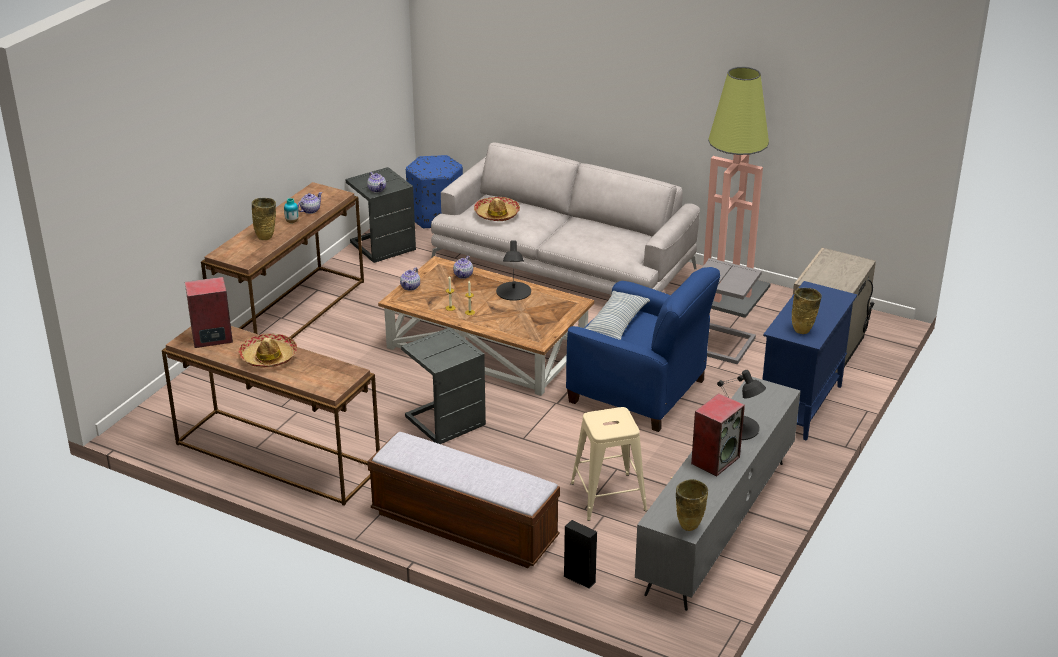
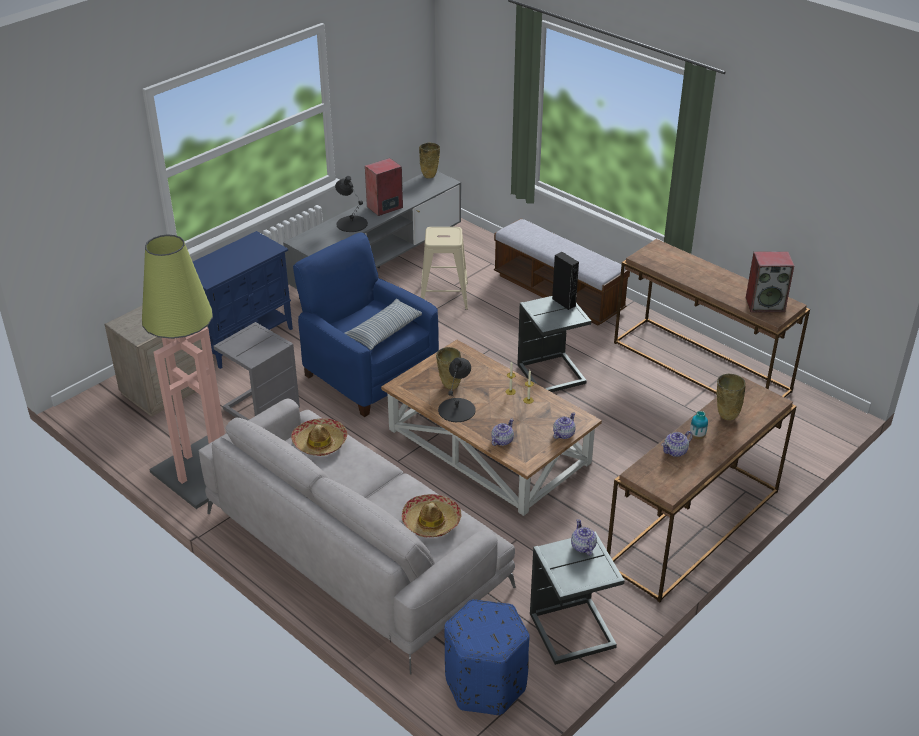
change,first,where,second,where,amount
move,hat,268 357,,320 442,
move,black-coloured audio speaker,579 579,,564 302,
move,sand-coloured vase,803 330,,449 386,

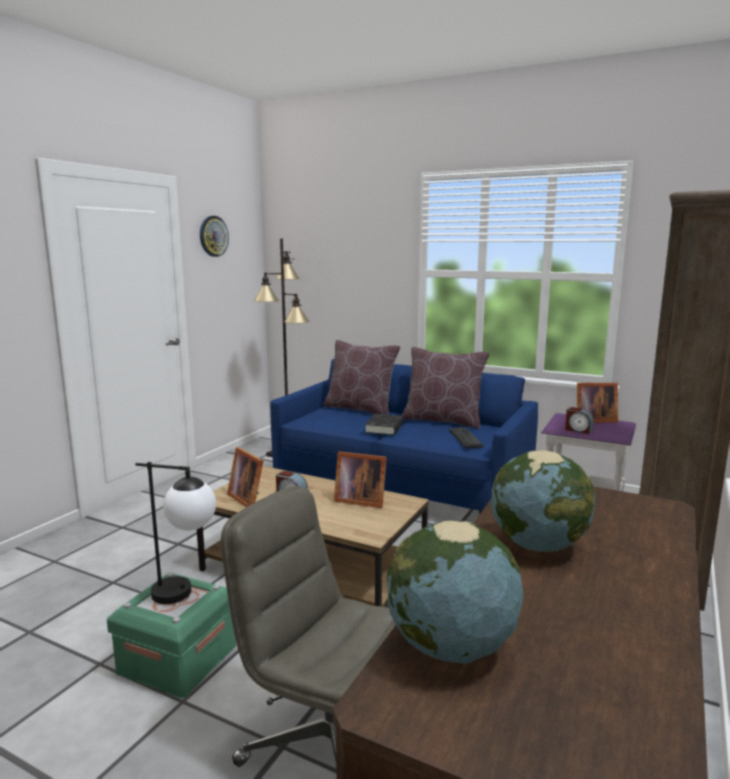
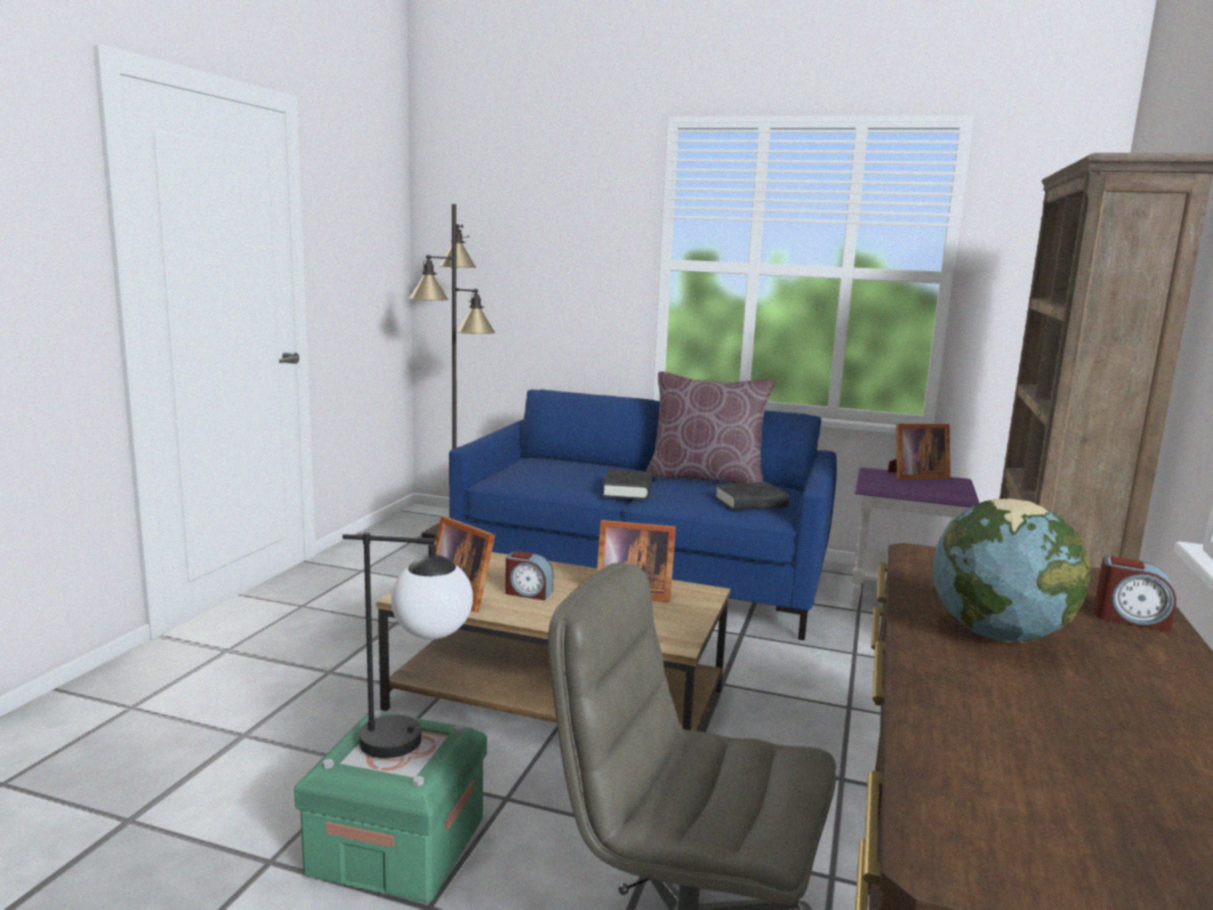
change,first,where,second,where,amount
delete,wall clock,213 236,,,
delete,brown pillow,360 409,,,
delete,world globe,450 648,,,
move,table clock,578 430,,1130 619,
replace,computer keyboard,465 438,black-coloured book,750 503,

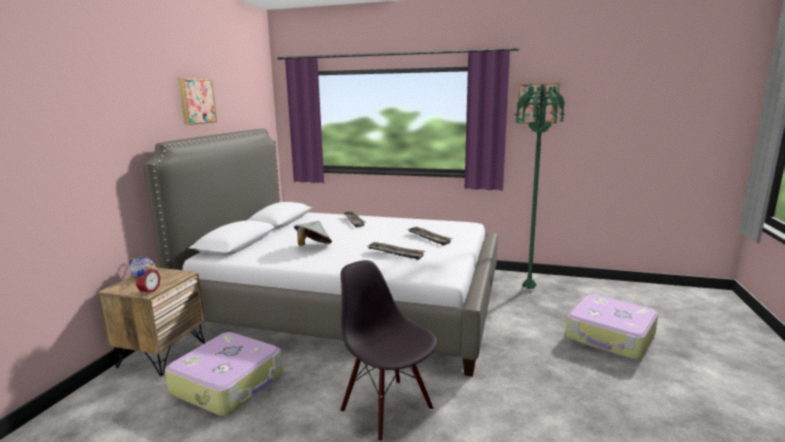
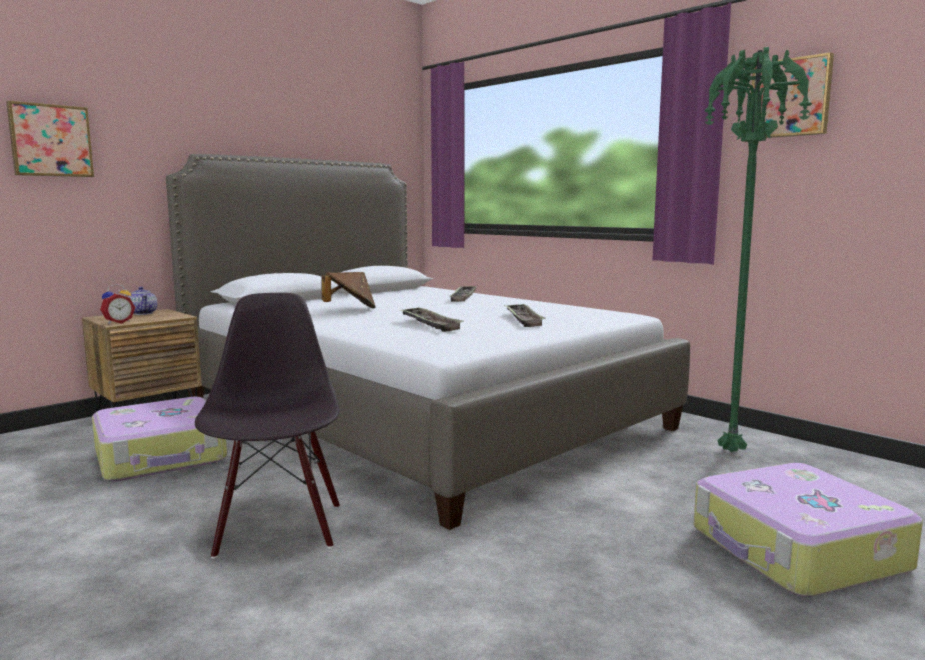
change,first,where,second,where,amount
move,wall art,196 101,,50 140,
recolor,gray hat,313 247,brown hat,350 309,

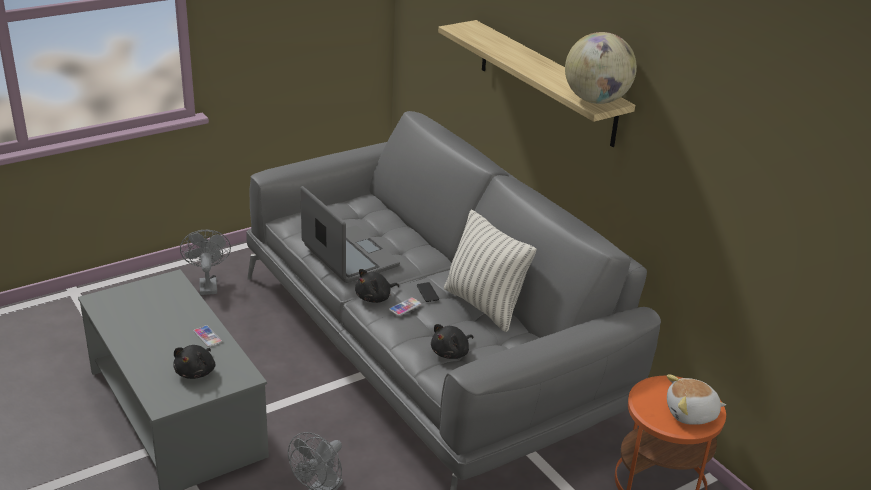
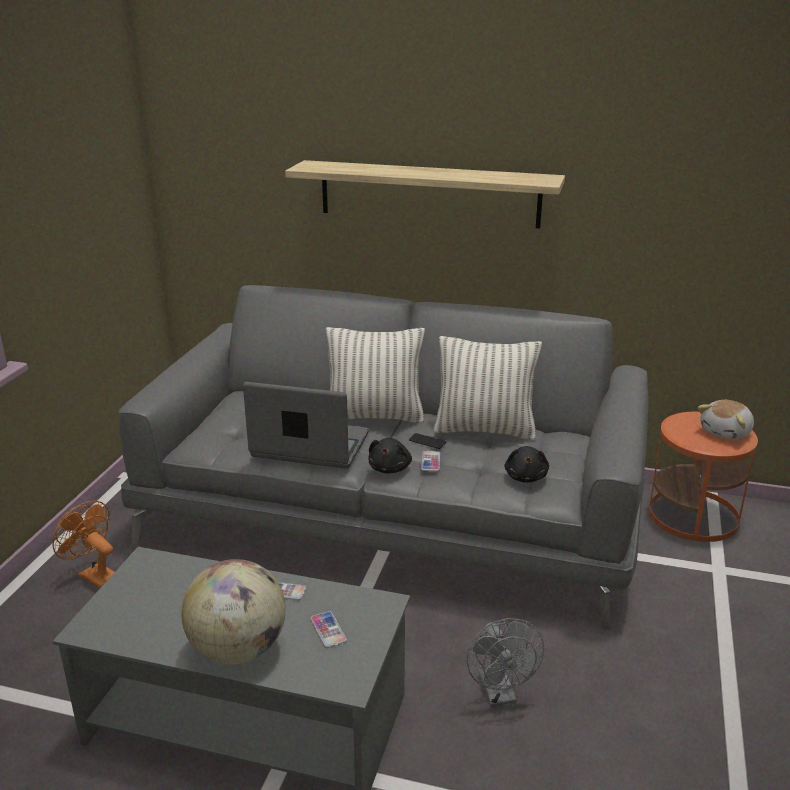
change,first,where,second,where,amount
insert,,,pillow,375 416,
move,world globe,596 100,,238 650,
replace,black-coloured cuddly toy,196 372,telephone,328 630,
recolor,gray fan,207 284,orange-coloured fan,94 575,

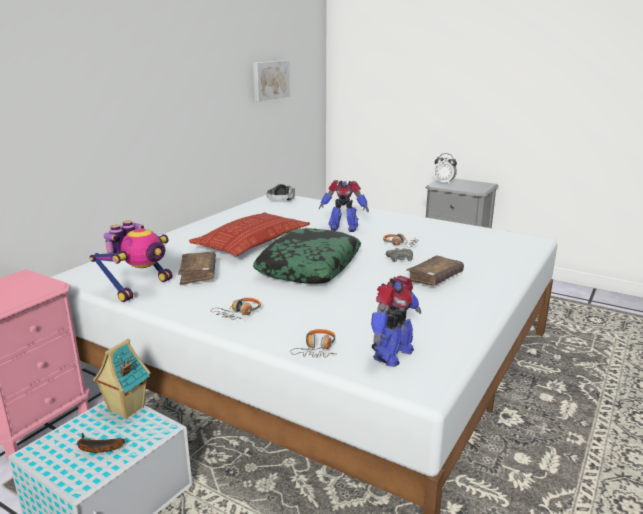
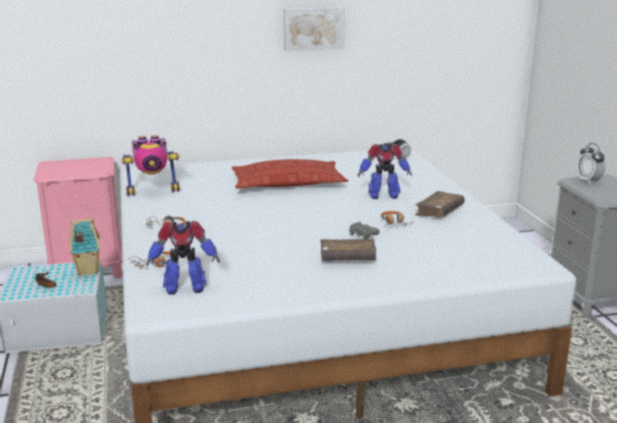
change,first,where,second,where,amount
delete,pillow,309 266,,,
move,brown book,198 274,,439 211,
move,wall art,270 80,,313 28,
rotate,toy robot,343 228,,383 195,60 degrees counterclockwise

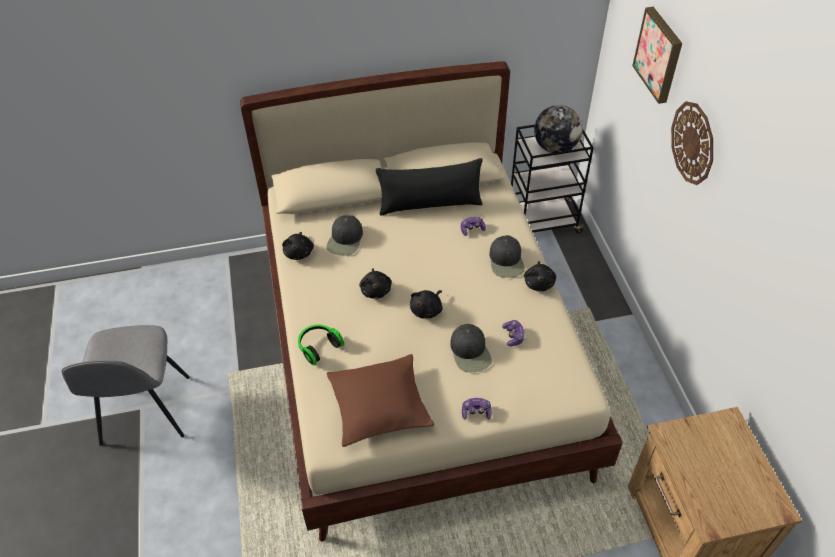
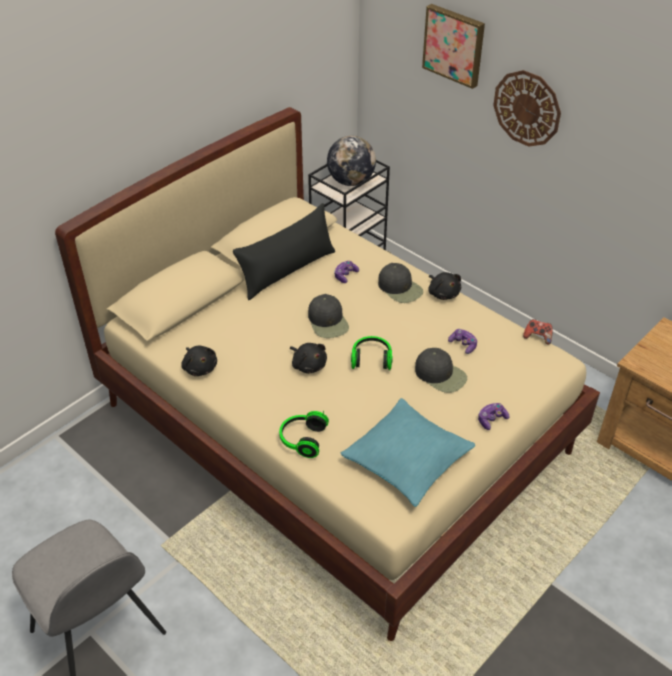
change,first,where,second,where,amount
insert,,,joypad,537 337,
move,black-coloured cap,345 240,,328 321,
replace,black-coloured cuddly toy,427 310,pair of headphones,371 359,
recolor,brown pillow,379 406,turquoise pillow,407 459,

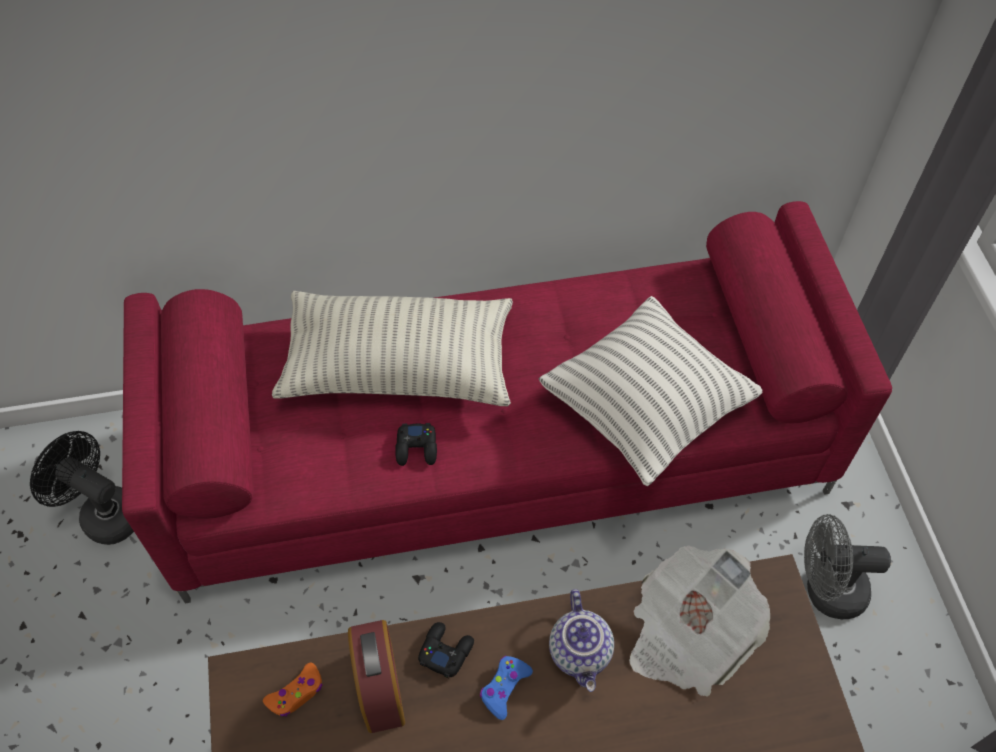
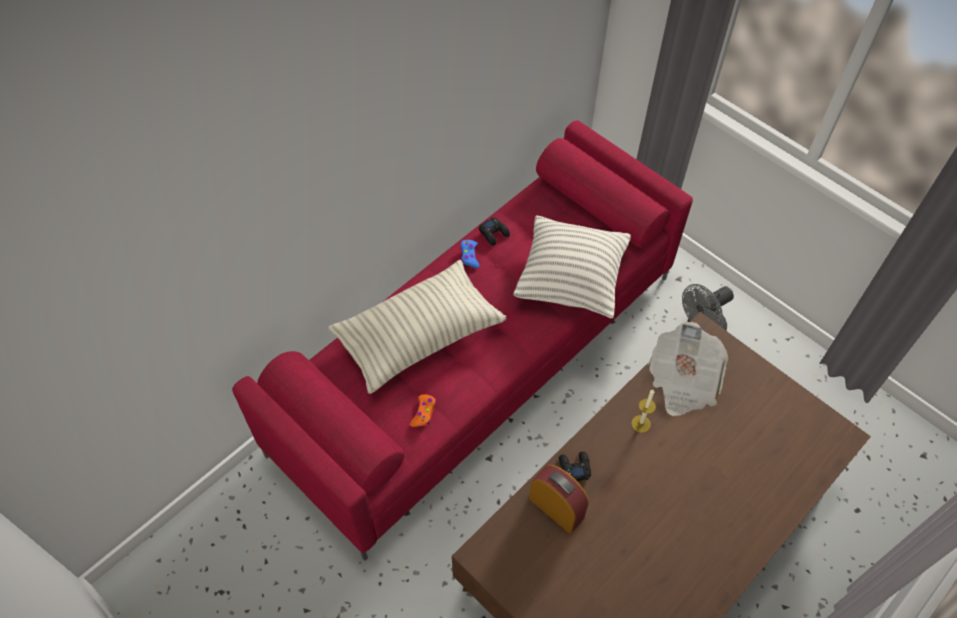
change,first,where,second,where,amount
delete,black-coloured fan,104 513,,,
move,orange-coloured joypad,296 693,,424 413,
move,black-coloured joypad,417 448,,494 233,
move,blue-coloured joypad,504 688,,469 256,
replace,tea pot,581 653,candle,641 424,

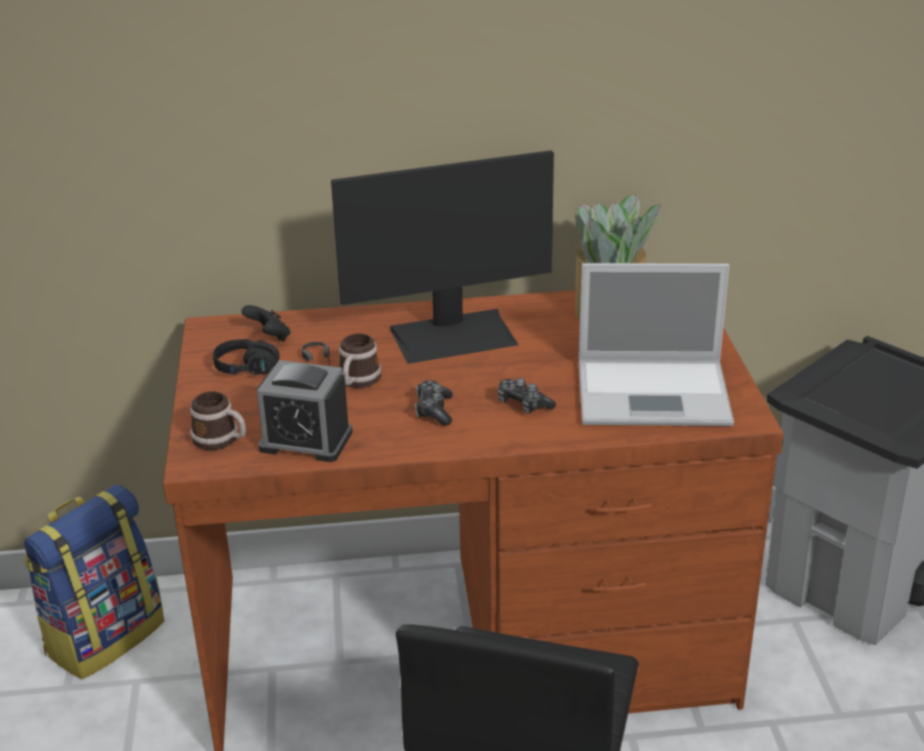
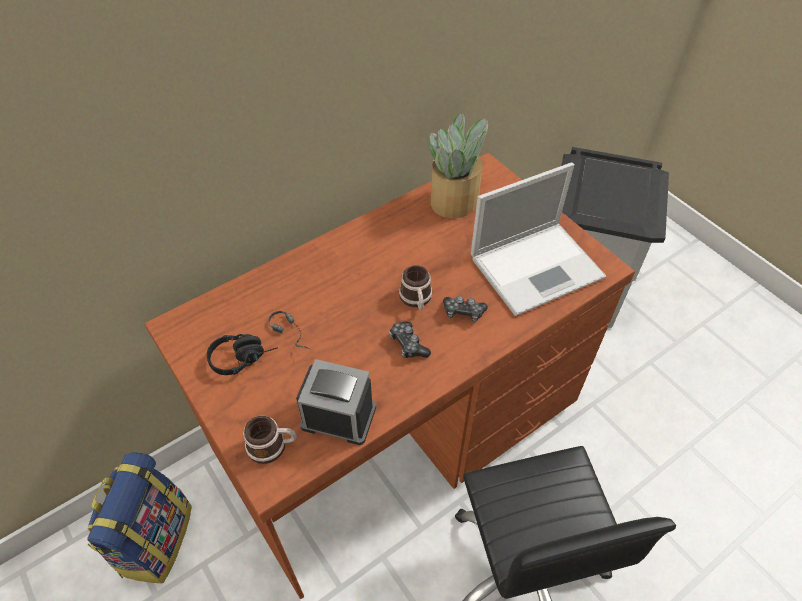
change,first,where,second,where,amount
delete,black-coloured joypad,269 337,,,
delete,computer screen,454 335,,,
move,mug,357 381,,416 299,
rotate,table clock,306 440,,338 416,150 degrees counterclockwise

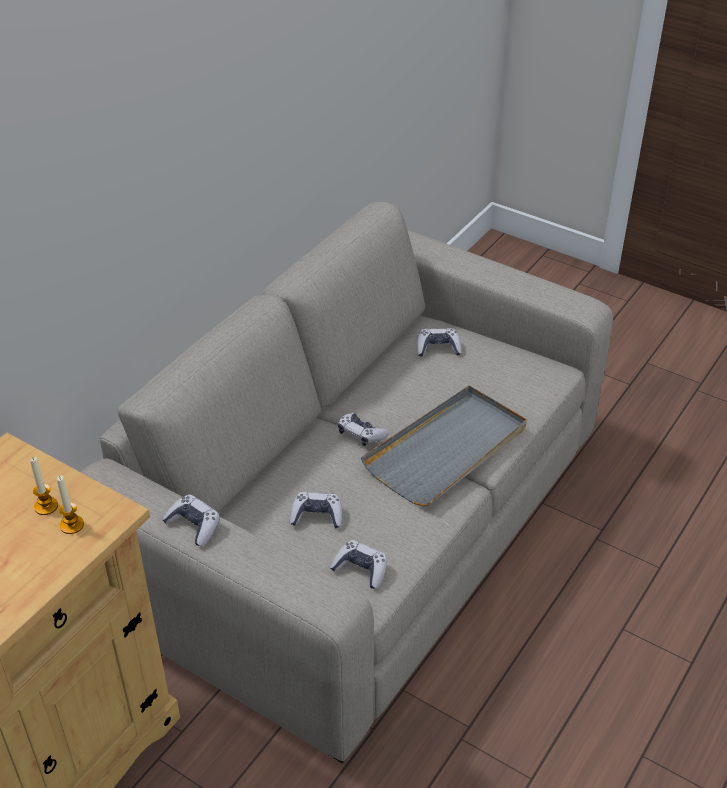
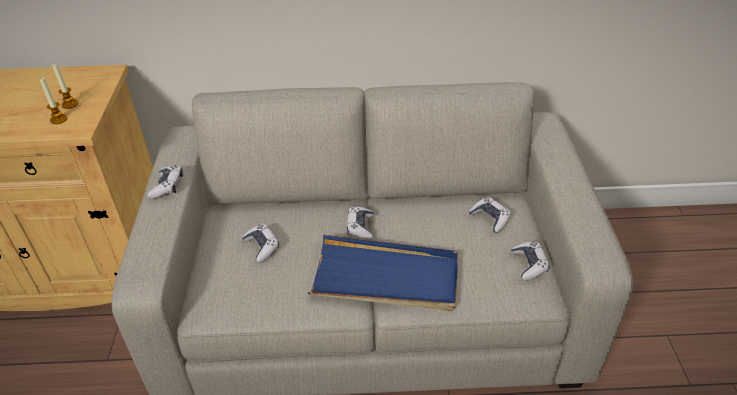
change,first,where,second,where,amount
move,joypad,361 569,,529 265,
recolor,gray tray,447 449,blue-coloured tray,386 277,

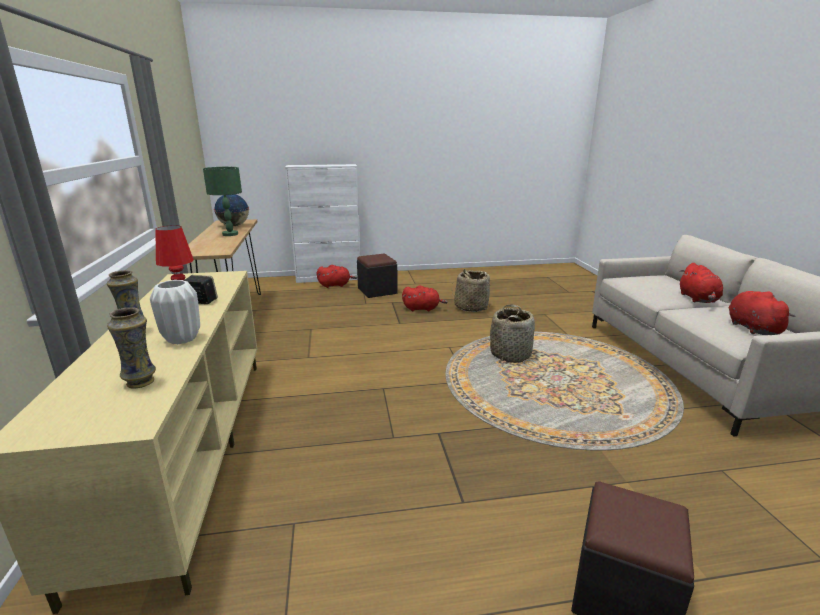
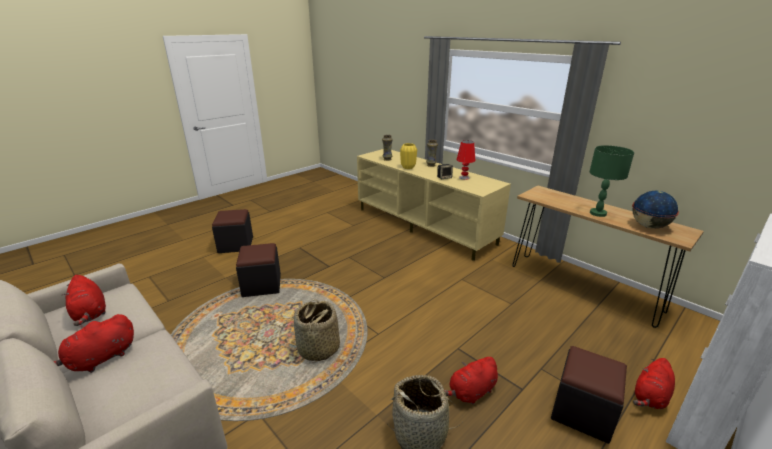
change,first,where,second,where,amount
insert,,,black-coloured footrest,262 285,
recolor,whitish vase,181 339,yellow-coloured vase,408 167,
rotate,red-coloured cuddly toy,698 299,,100 359,105 degrees counterclockwise

